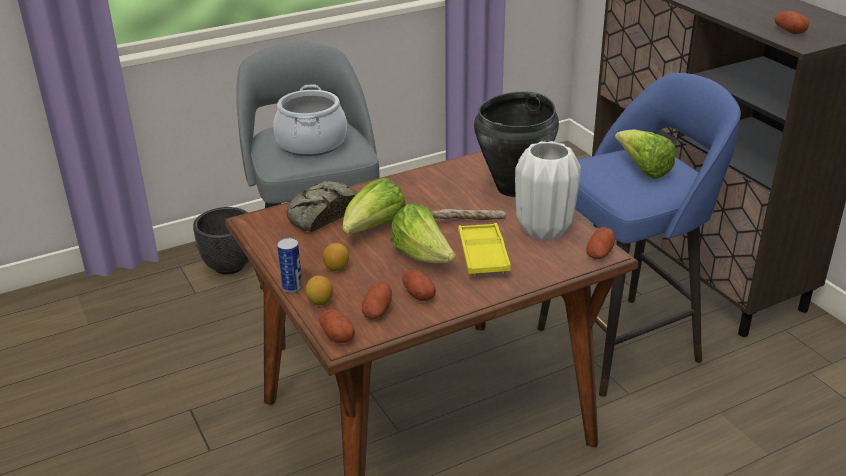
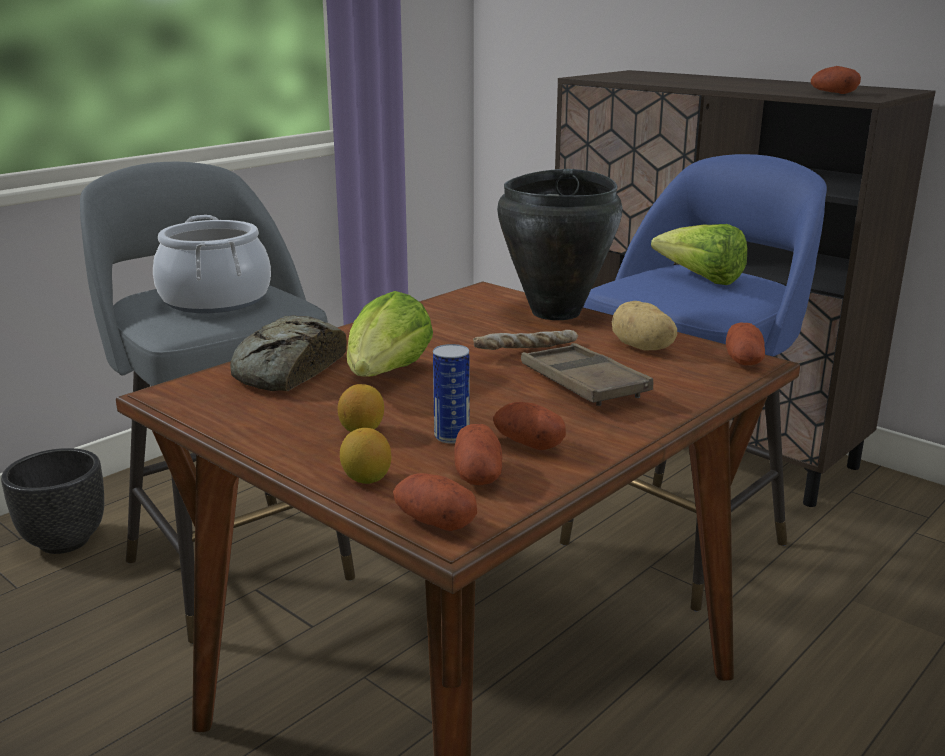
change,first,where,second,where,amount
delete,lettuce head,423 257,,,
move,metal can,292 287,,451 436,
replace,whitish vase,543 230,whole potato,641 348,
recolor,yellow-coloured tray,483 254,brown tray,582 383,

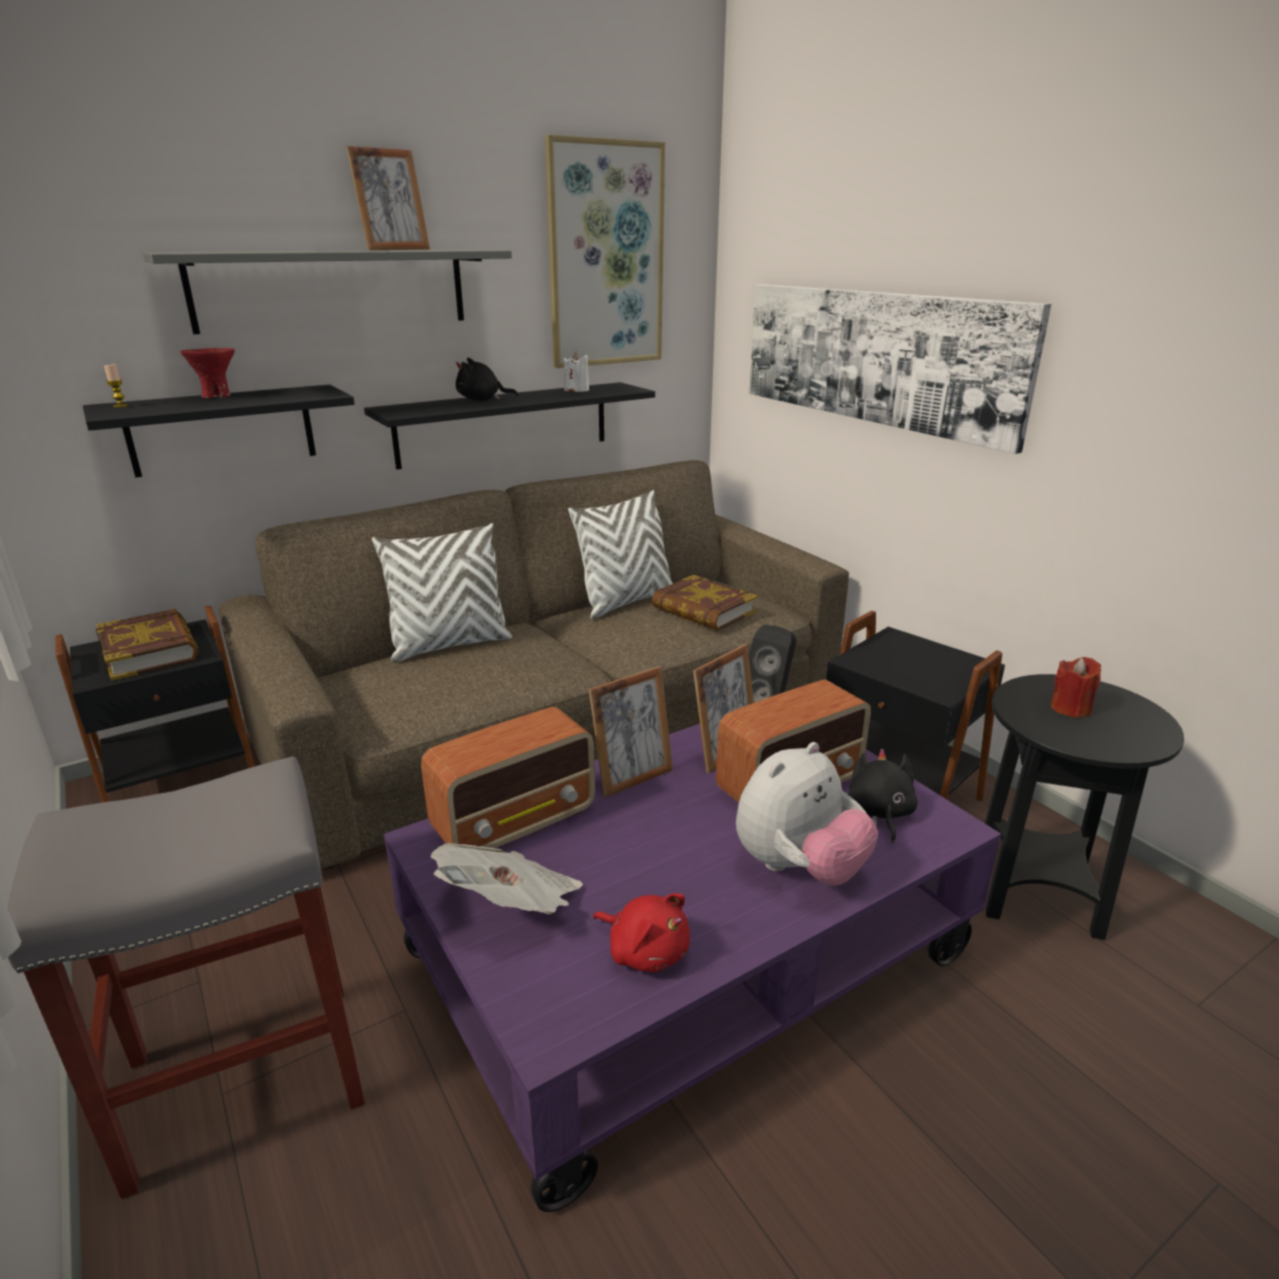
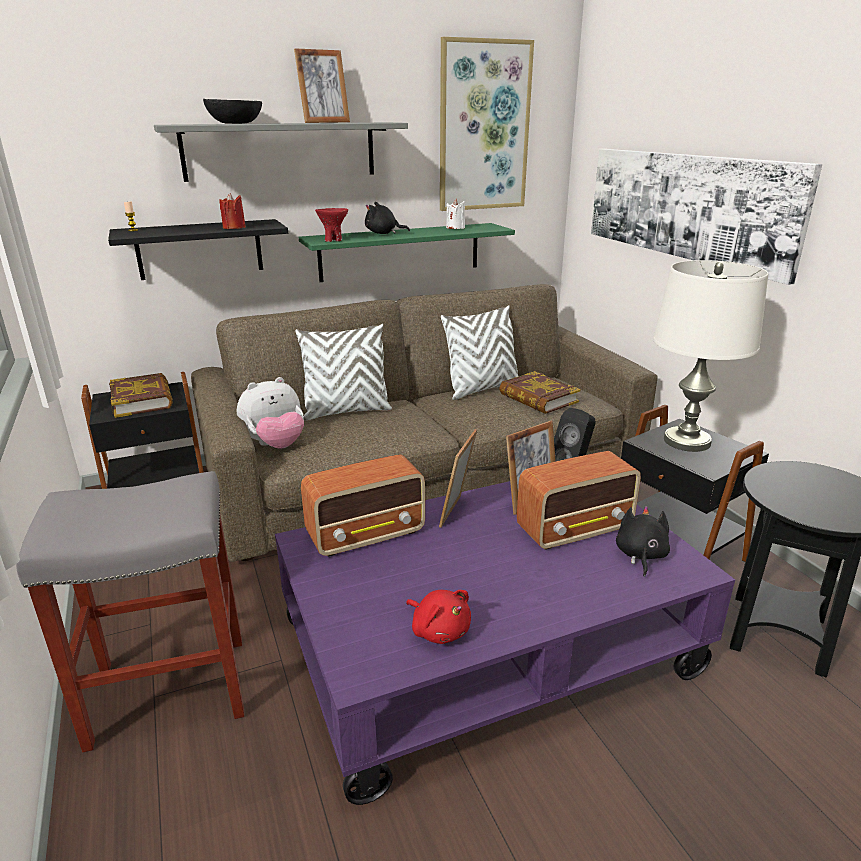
change,first,where,second,where,amount
delete,printed paper,513 906,,,
insert,,,black-coloured serving bowl,234 123,
insert,,,whitish table lamp,686 441,
move,red-coloured serving bowl,216 396,,333 240,
move,cuddly toy,799 867,,275 445,
move,red-coloured candle,1070 708,,234 228,
recolor,black-coloured bracket shelf,504 424,green bracket shelf,400 252,
rotate,photo frame,632 778,,457 513,135 degrees clockwise

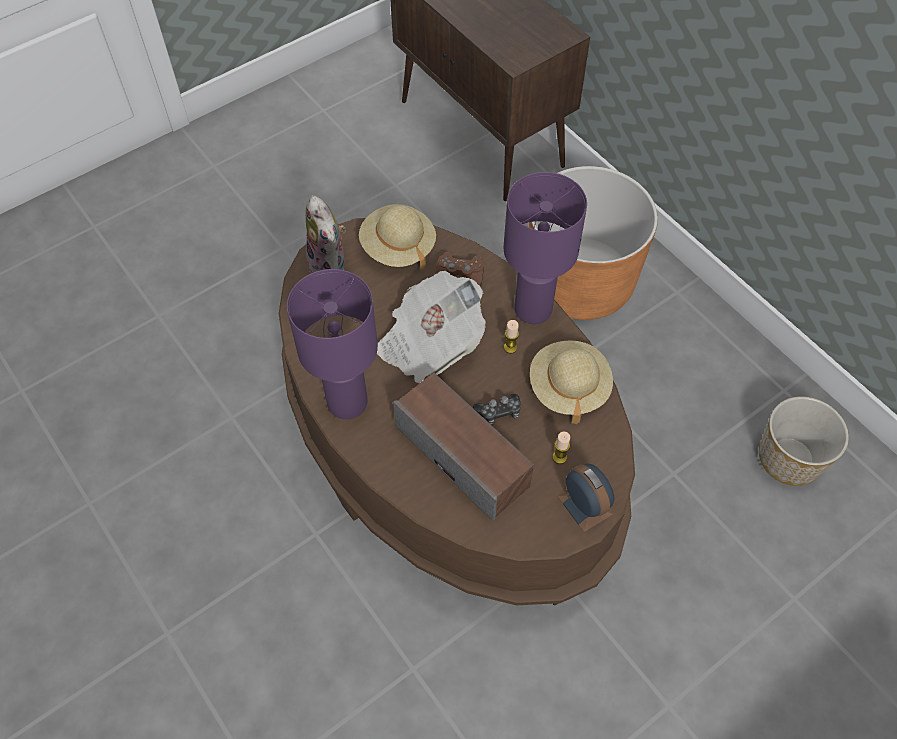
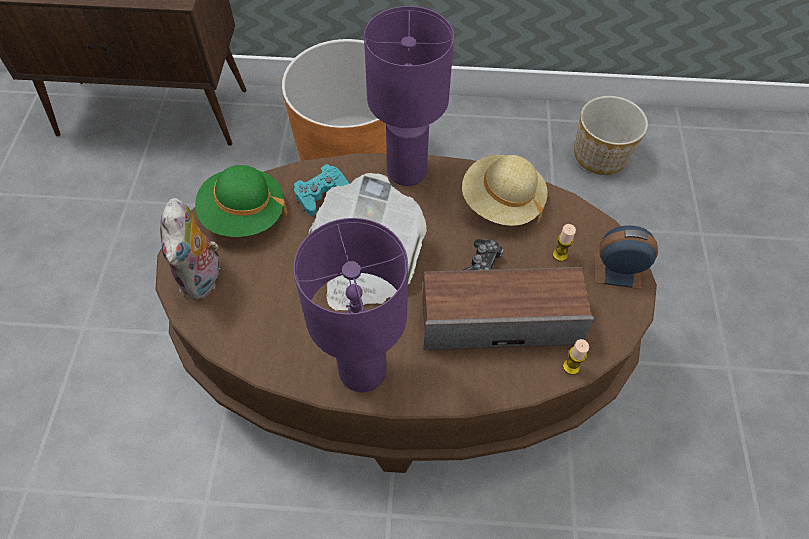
change,first,where,second,where,amount
move,candle,510 347,,571 367,
recolor,sand-coloured hat,398 247,green hat,244 215,
recolor,brown joypad,460 275,turquoise joypad,321 193,
rotate,cuddly toy,330 266,,204 278,75 degrees clockwise

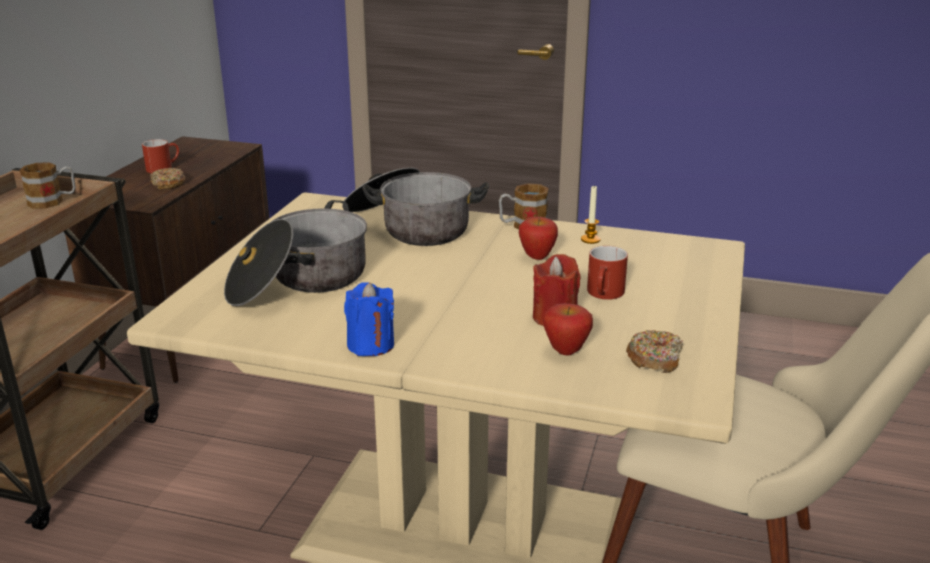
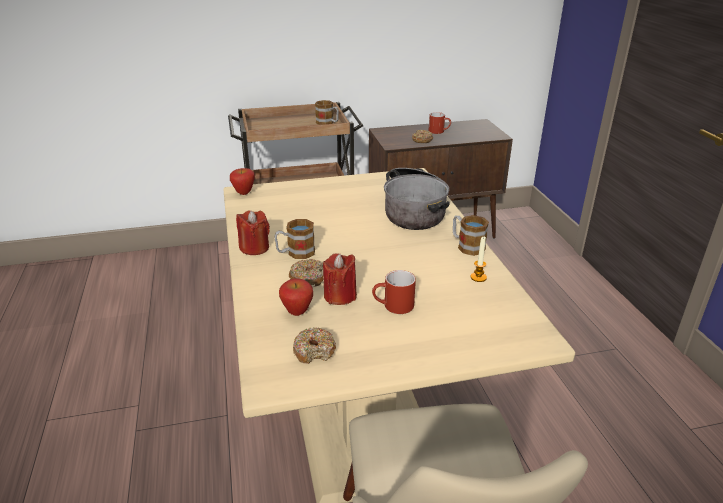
change,first,where,second,where,amount
delete,saucepot,299 282,,,
insert,,,mug,295 253,
insert,,,doughnut,307 278,
move,apple fruit,537 257,,244 193,
recolor,blue-coloured candle,371 345,red-coloured candle,254 248,

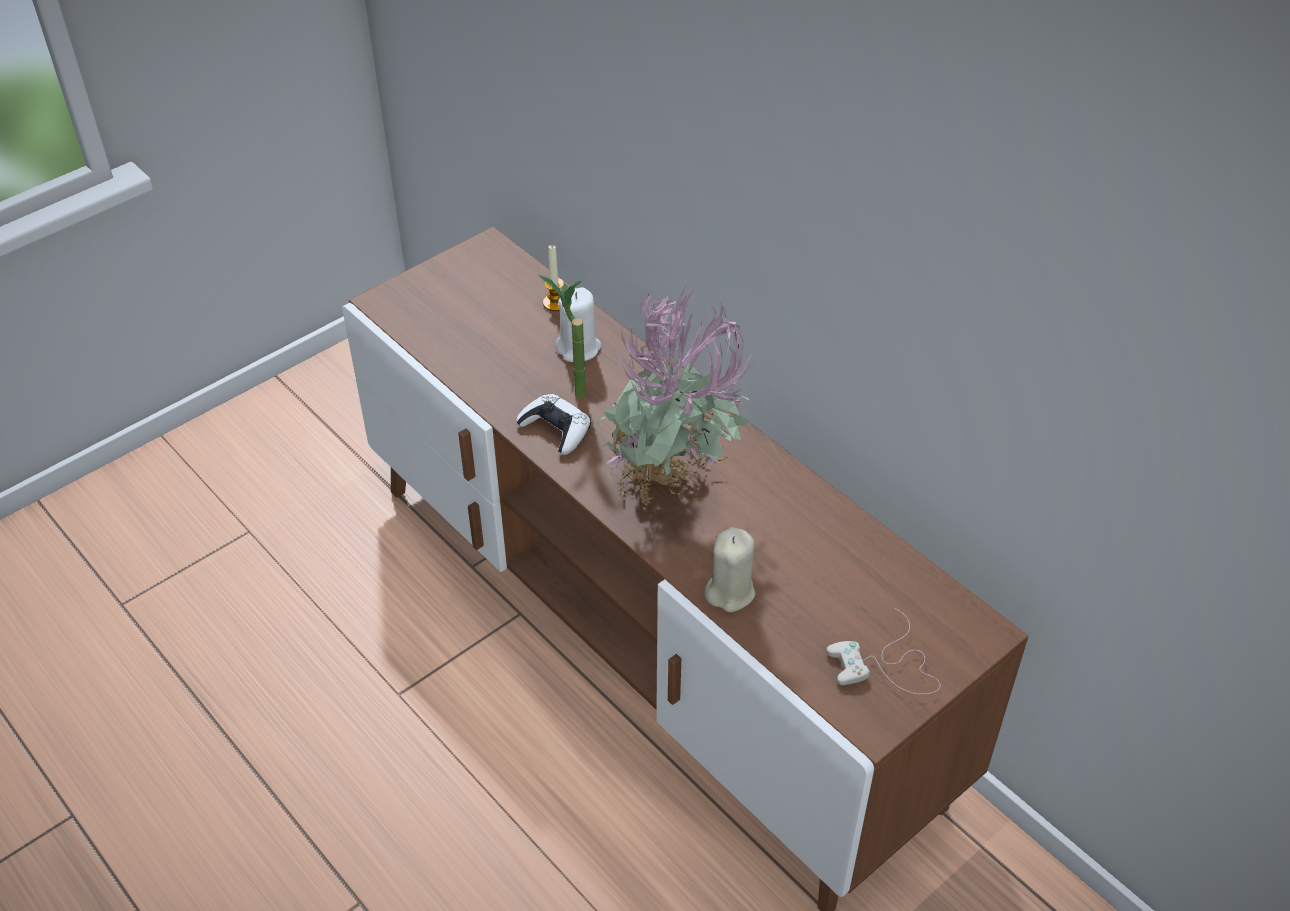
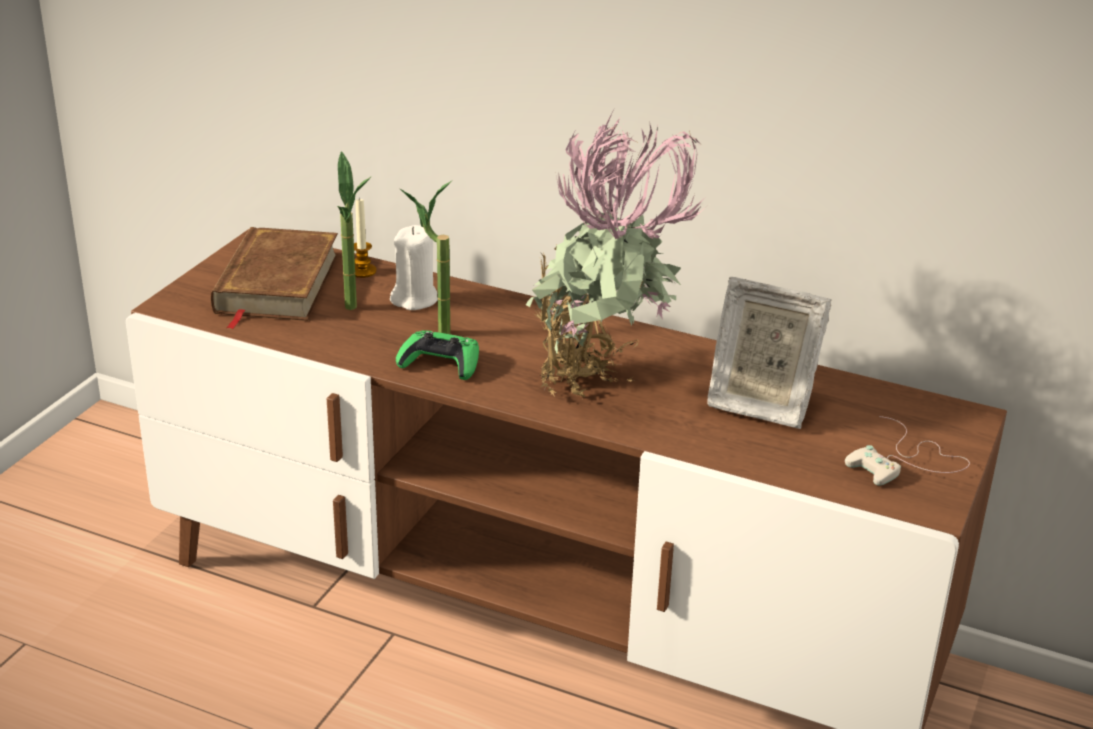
change,first,where,second,where,amount
delete,sand-coloured candle,730 592,,,
insert,,,brown book,276 284,
insert,,,plant in a pot,356 312,
insert,,,photo frame,759 404,
recolor,whitish joypad,556 429,green joypad,440 363,

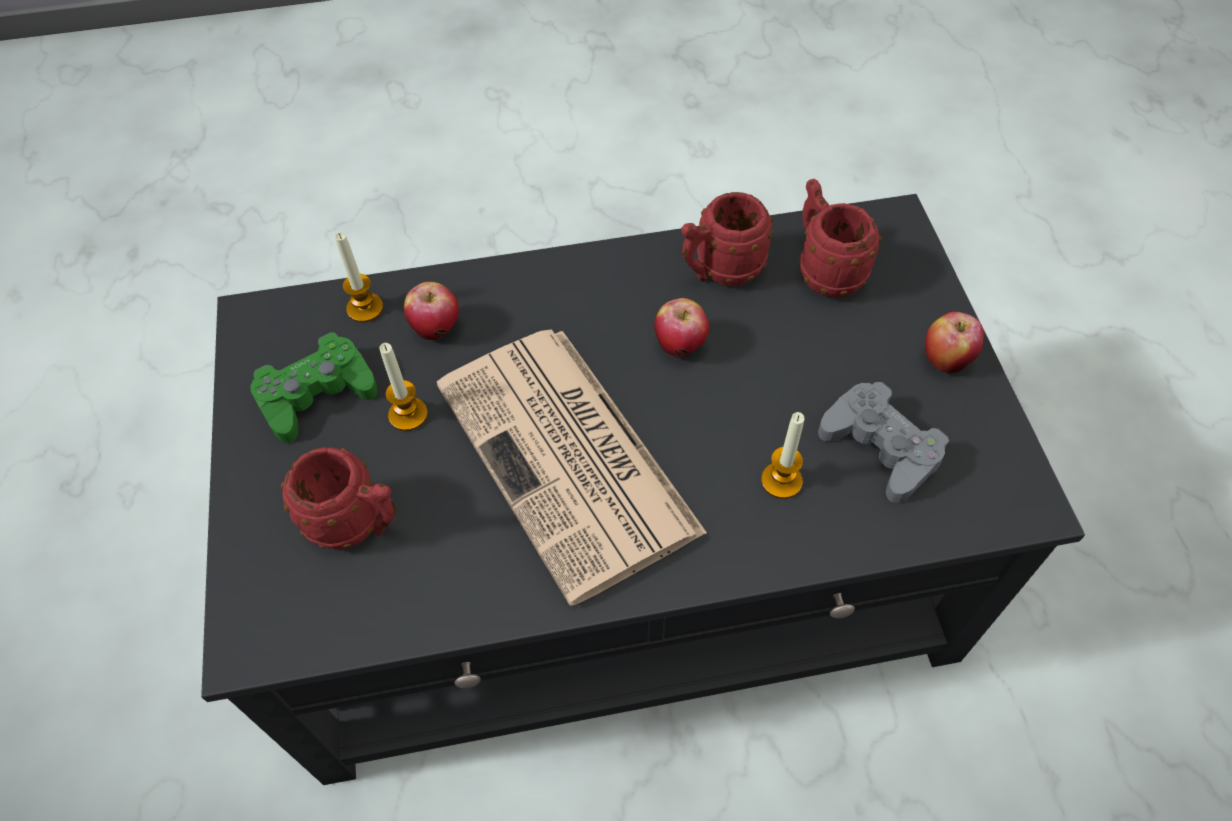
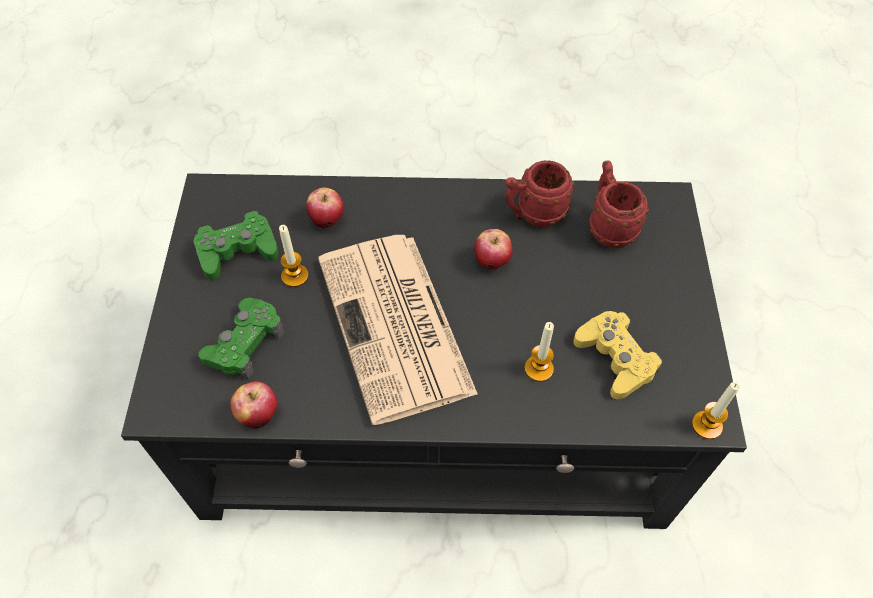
change,first,where,second,where,amount
move,candle,365 308,,706 425,
move,apple fruit,945 359,,258 415,
replace,red-coloured mug,357 524,green joypad,245 343,
recolor,gray joypad,880 447,yellow-coloured joypad,615 359,

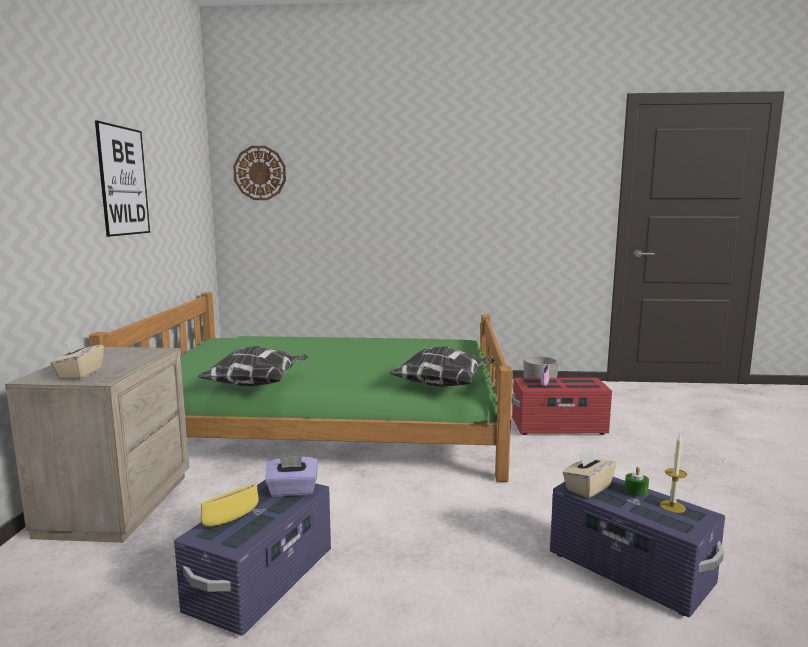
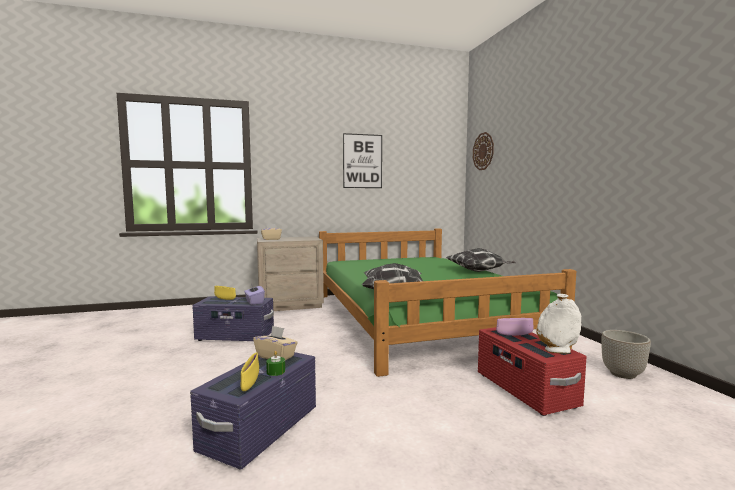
change,first,where,second,where,amount
insert,,,whitish vase,557 350,
move,pillow,257 385,,479 272,
replace,candle,672 506,yellow-coloured serving bowl,250 384,

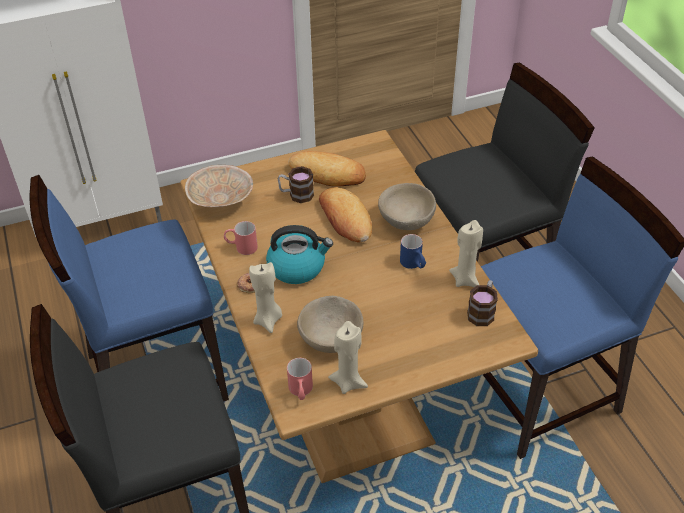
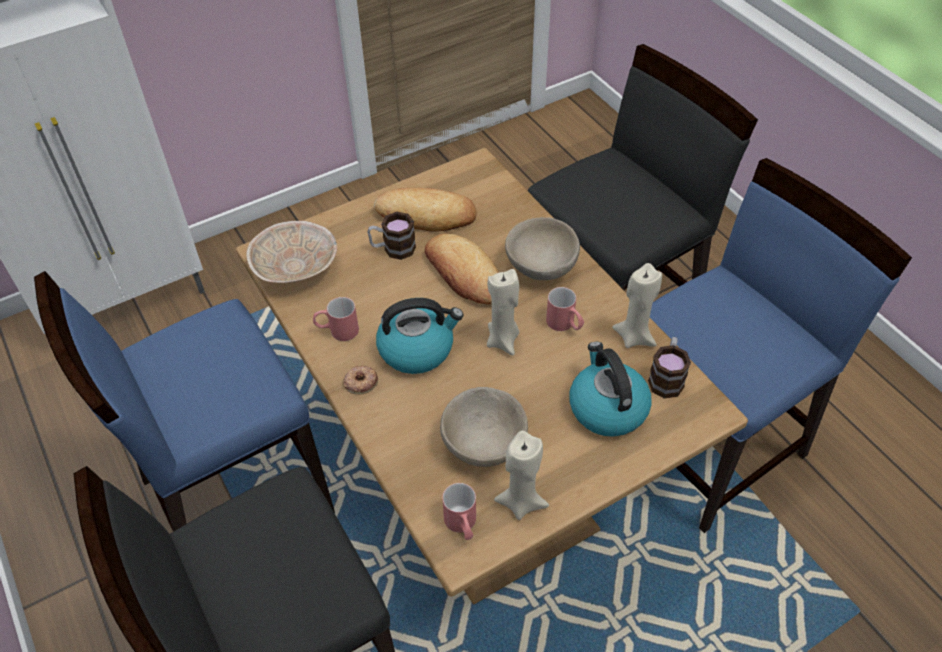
change,first,where,second,where,amount
insert,,,kettle,606 407,
move,sand-coloured candle,268 320,,503 340,
recolor,blue-coloured mug,413 264,red-coloured mug,565 325,

